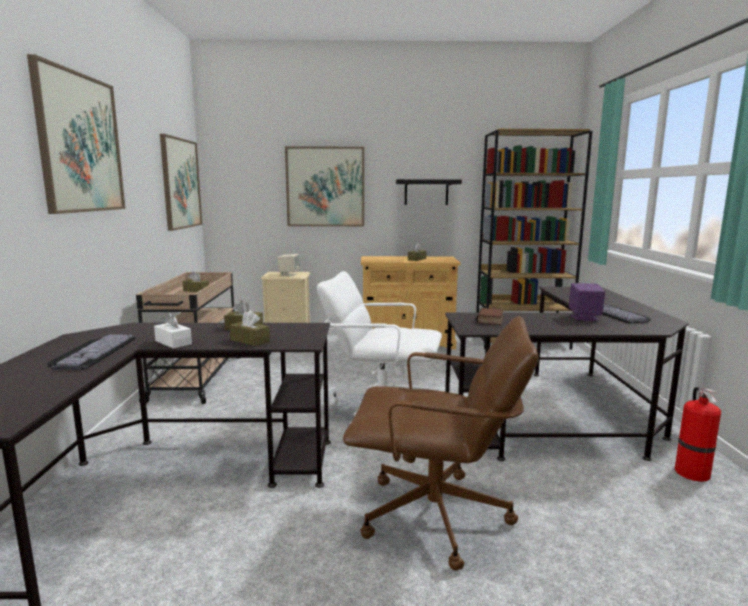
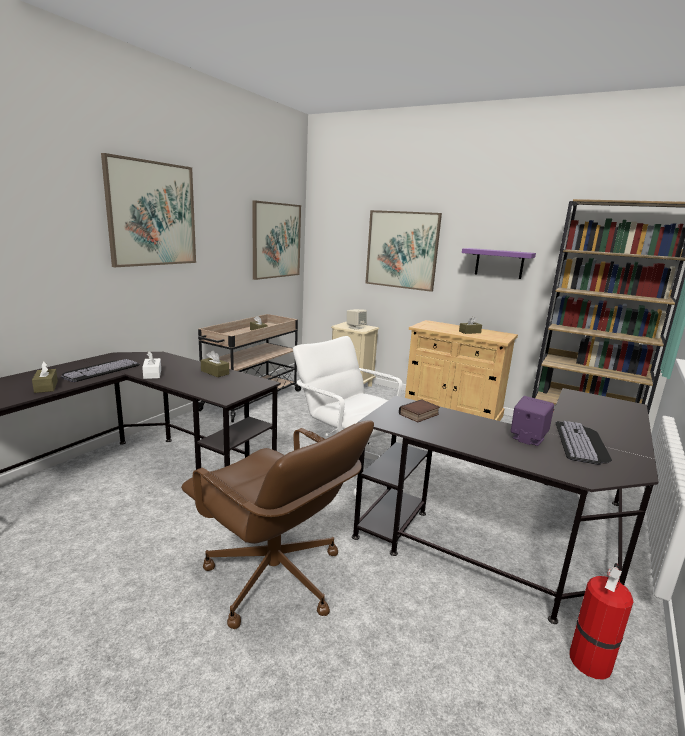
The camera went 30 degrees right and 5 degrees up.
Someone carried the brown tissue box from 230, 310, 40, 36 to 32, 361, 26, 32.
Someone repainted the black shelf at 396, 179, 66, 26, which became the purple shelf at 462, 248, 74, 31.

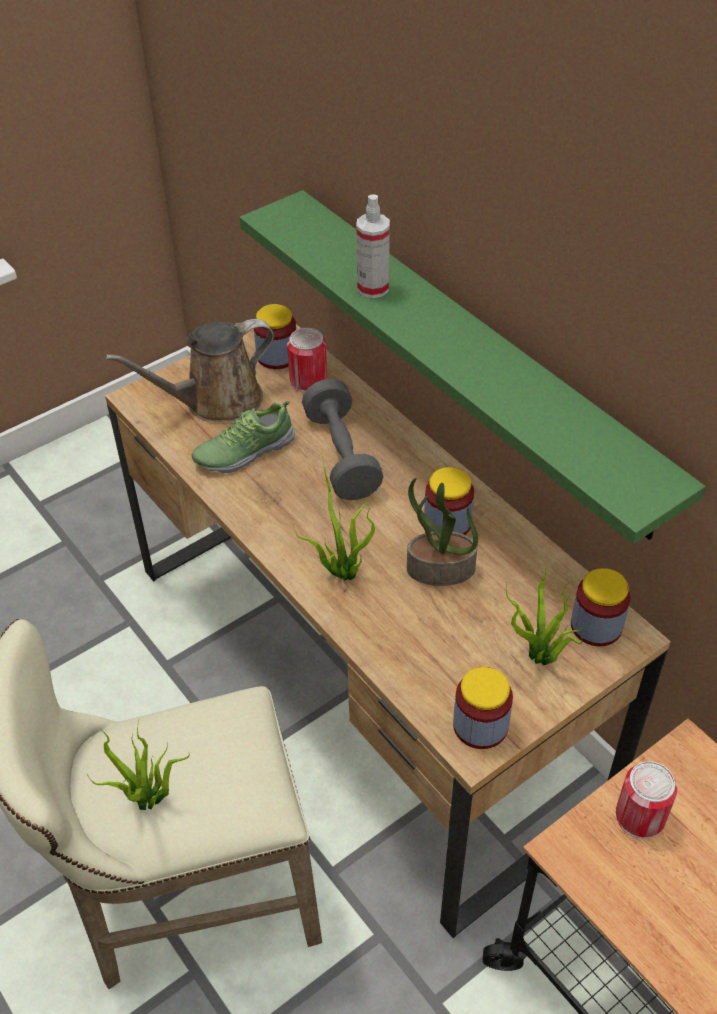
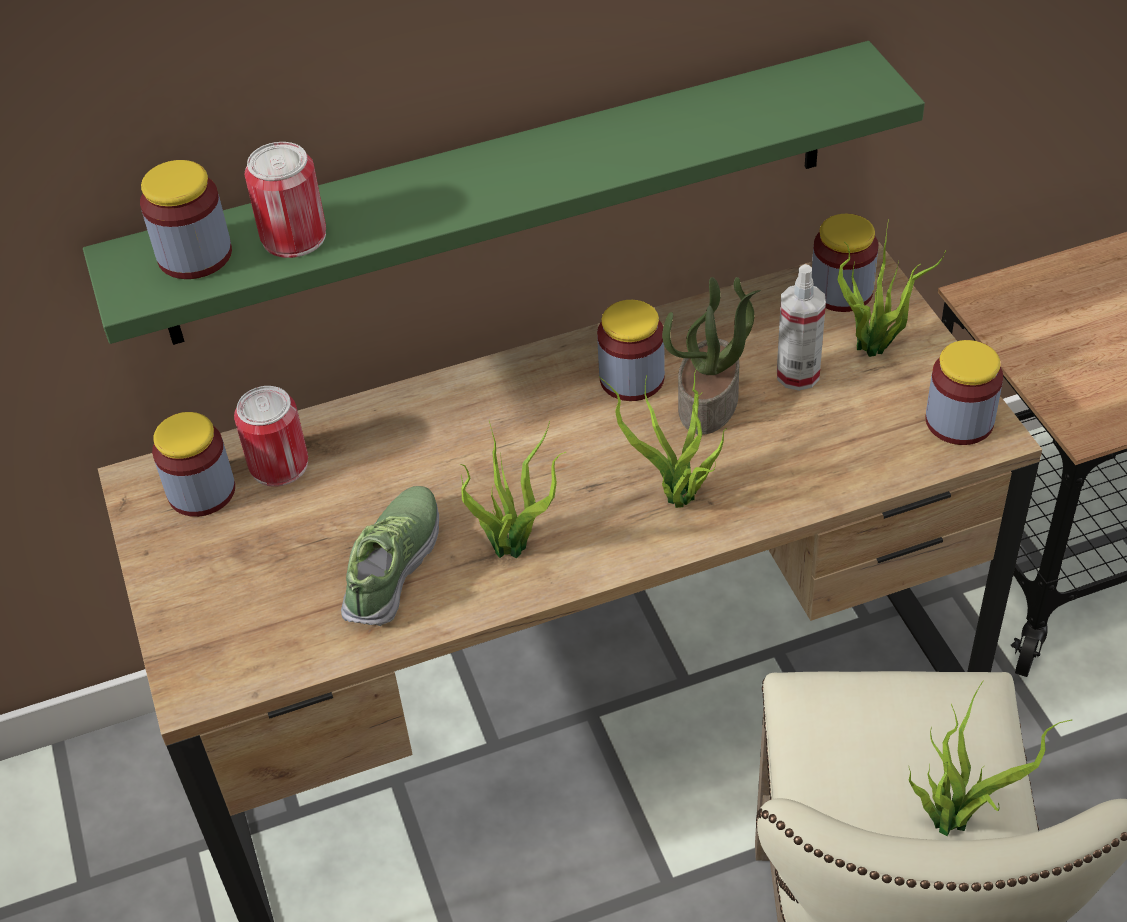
The camera went 70 degrees left and 0 degrees up.
Someone put down the jar at 140, 160, 92, 119.
Someone carried the can from 616, 761, 61, 78 to 245, 142, 81, 116.
Someone rotated the shoe at 192, 401, 103, 72 by 150 degrees counterclockwise.
Someone put down the potted plant at 460, 421, 106, 137.
Someone carried the spray bottle from 356, 194, 34, 104 to 777, 264, 49, 127.
Someone took away the brown watering can at 105, 319, 169, 103.
Someone took away the grey dumbbell at 302, 379, 82, 121.

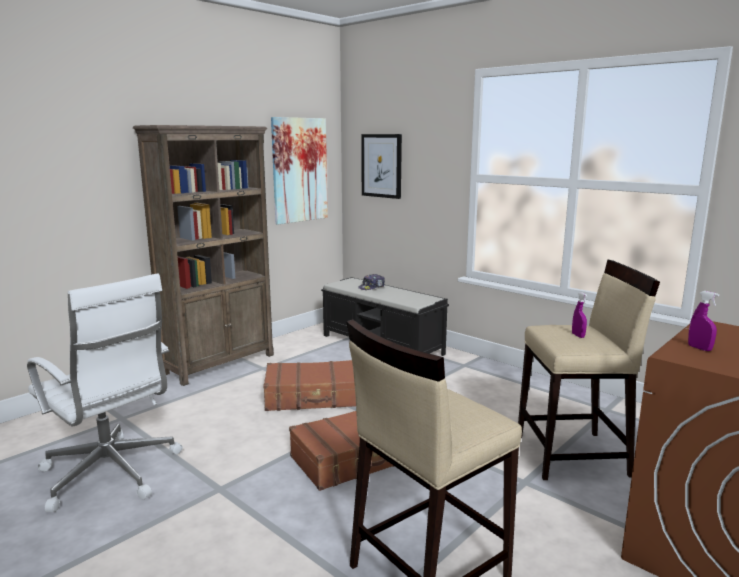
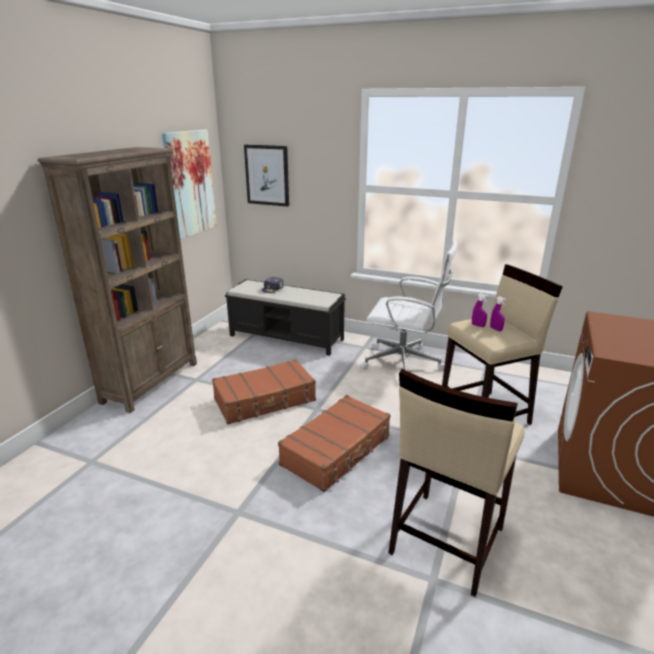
The camera went 20 degrees left and 10 degrees up.
Someone carried the white office chair from 27, 273, 156, 239 to 360, 239, 97, 132.
Someone carried the purple spray bottle from 688, 291, 31, 60 to 472, 293, 16, 34.

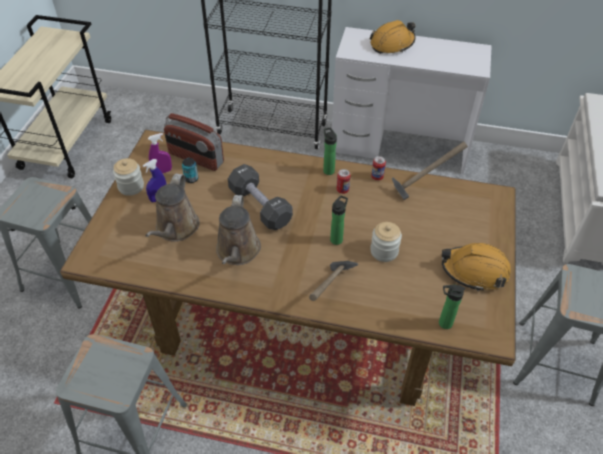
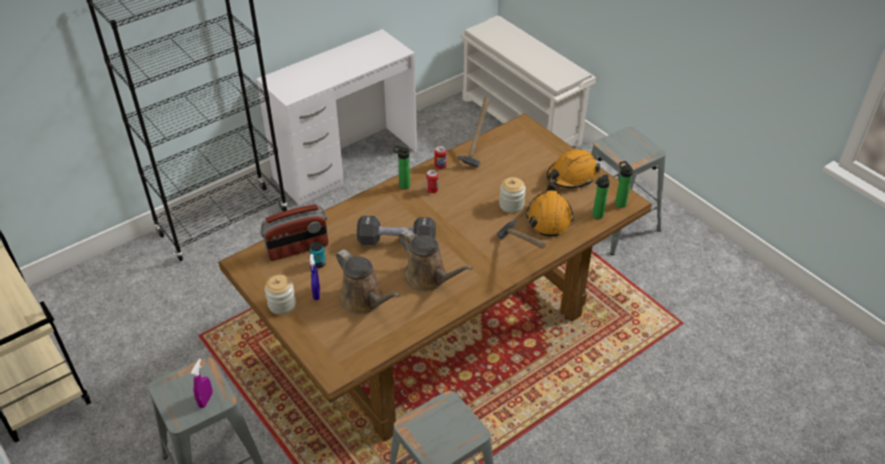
The camera went 50 degrees left and 5 degrees down.
Someone carried the purple spray bottle from 148, 133, 24, 40 to 191, 359, 22, 49.
Someone carried the orange hard hat from 370, 20, 46, 34 to 526, 183, 48, 53.
Someone carried the bottle from 330, 196, 18, 49 to 615, 161, 18, 47.

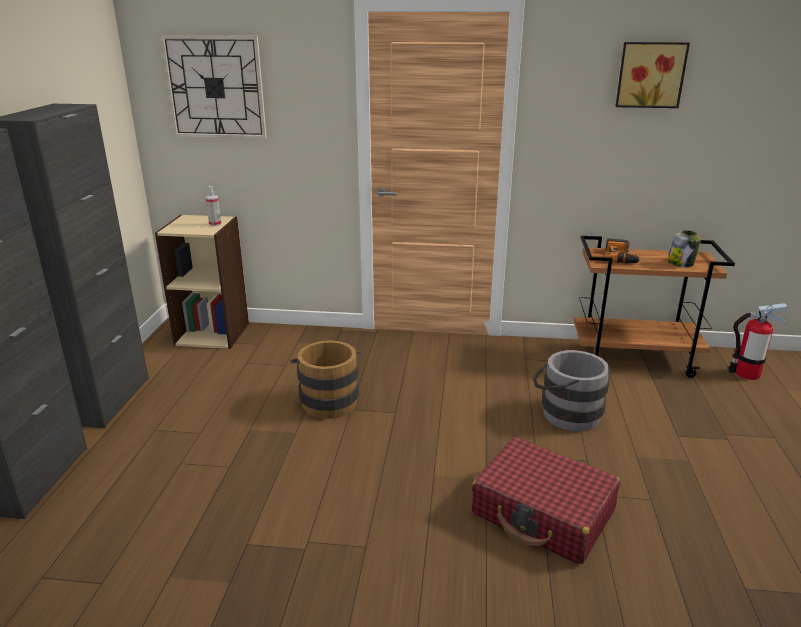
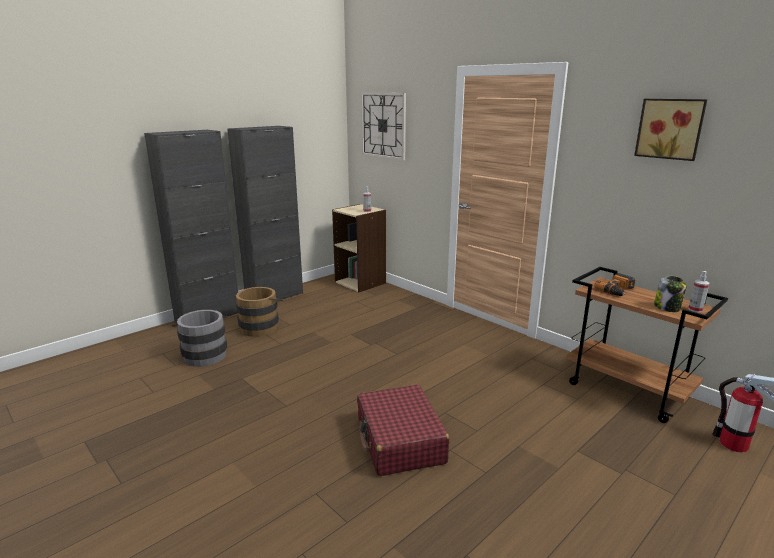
The camera went 40 degrees right and 5 degrees down.
Someone carried the grey bucket from 533, 350, 76, 81 to 172, 310, 55, 57.
Someone carried the brown bucket from 291, 340, 70, 79 to 236, 287, 48, 50.
Someone put down the spray bottle at 688, 271, 22, 42.

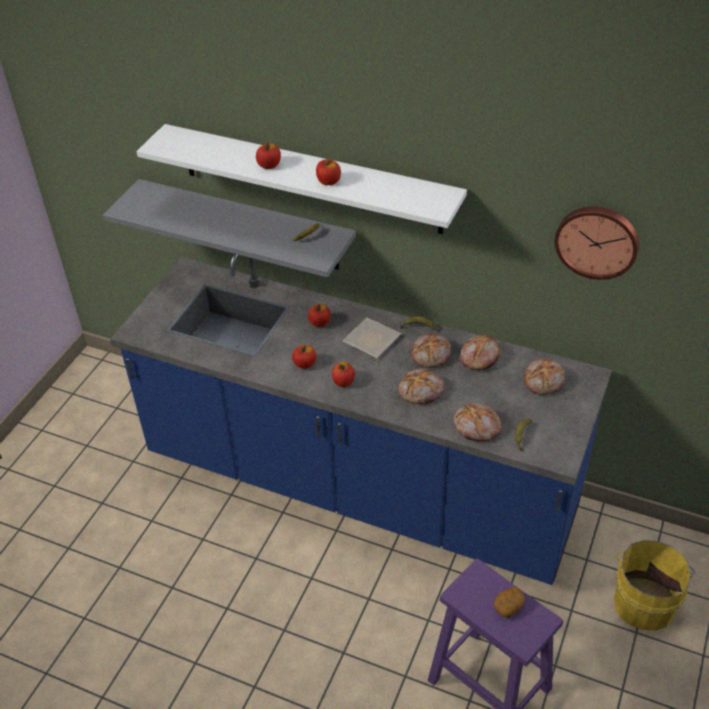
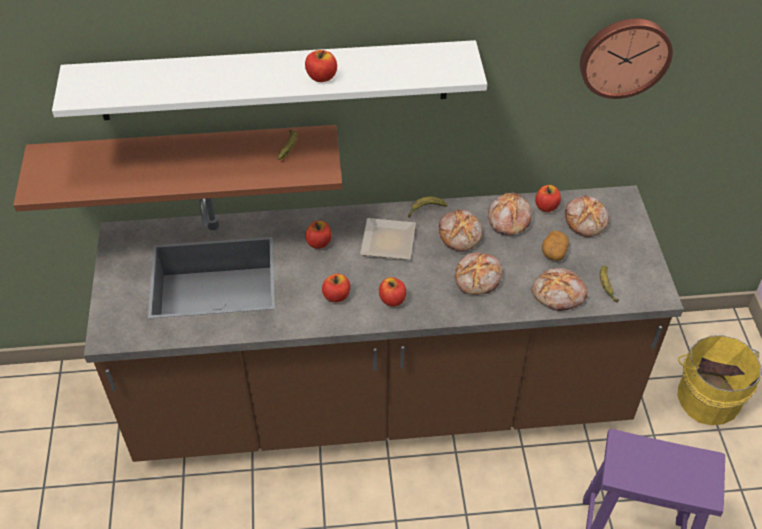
The camera went 30 degrees left and 5 degrees up.
Someone repainted the grey shelf at 103, 179, 253, 98, which became the brown shelf at 13, 125, 329, 86.
Someone repainted the blue counter at 110, 254, 502, 331, which became the brown counter at 84, 185, 600, 277.
Someone carried the apple from 256, 143, 25, 26 to 535, 185, 26, 27.
Someone carried the potato from 494, 587, 31, 31 to 542, 231, 27, 30.

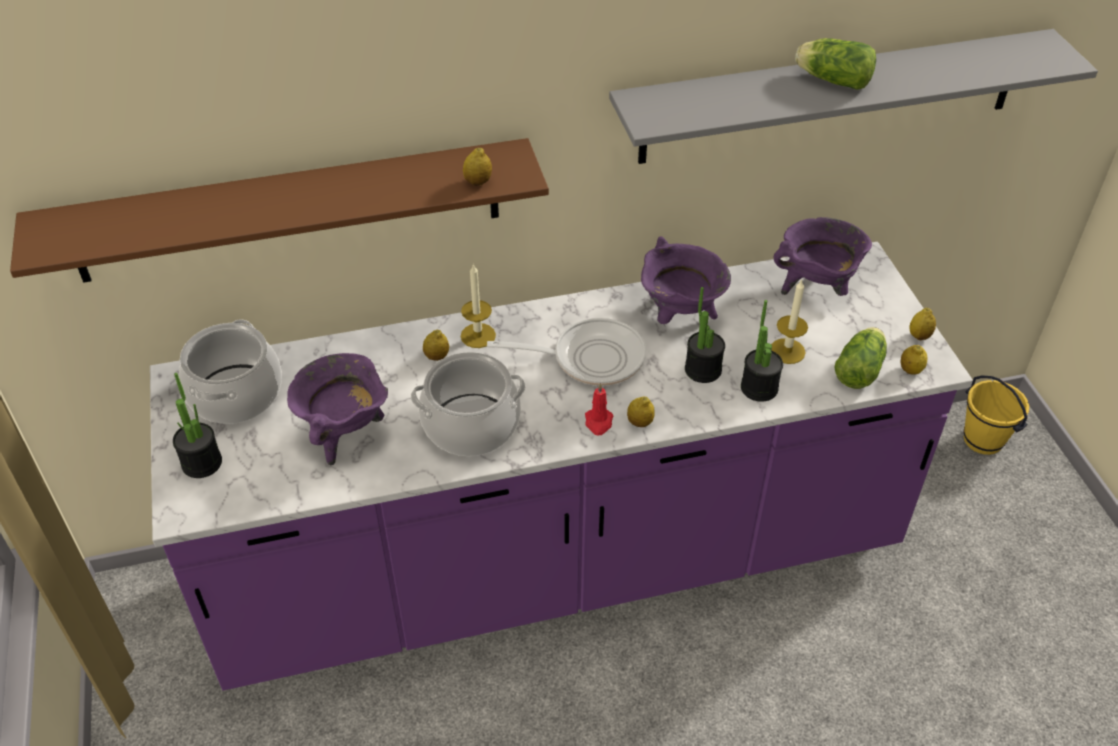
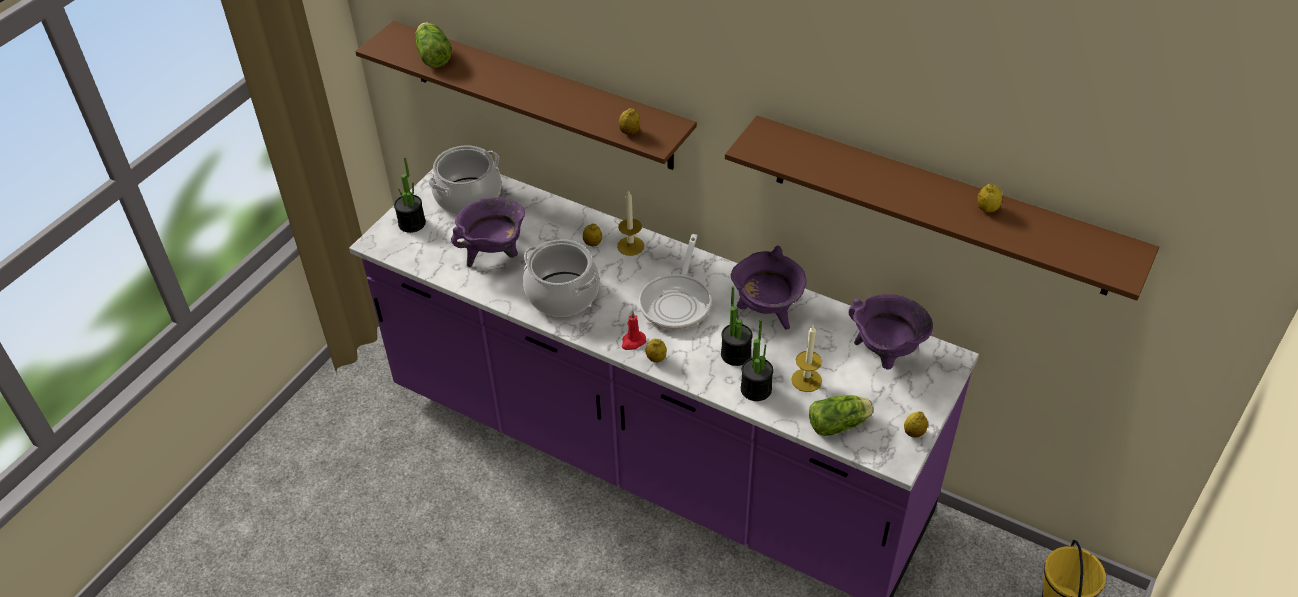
The camera went 45 degrees right and 0 degrees up.
Someone carried the lettuce from 795, 38, 81, 52 to 415, 23, 37, 44.
Someone rotated the frying pan at 487, 318, 159, 68 by 60 degrees clockwise.
Someone repainted the grey shelf at 609, 29, 489, 135, which became the brown shelf at 725, 116, 434, 185.
Someone carried the lemon from 901, 345, 26, 29 to 977, 184, 25, 28.

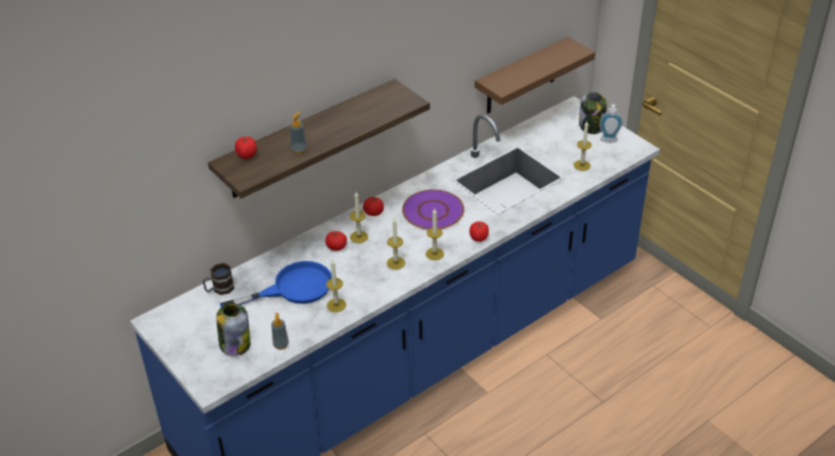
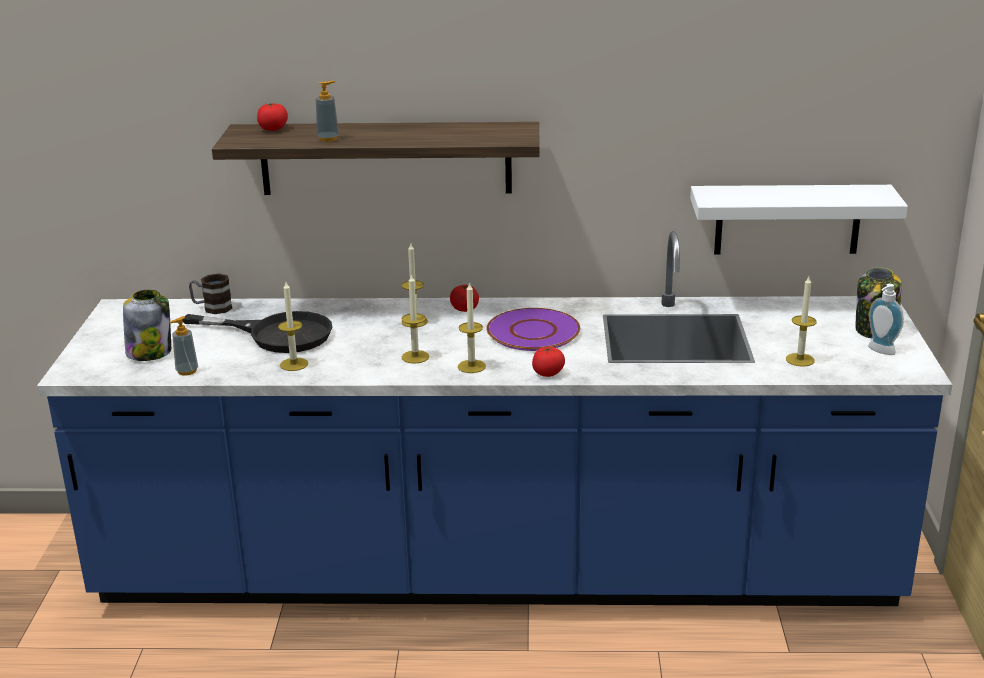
The camera went 40 degrees right and 15 degrees down.
Someone repainted the blue frying pan at 220, 261, 112, 46, which became the black frying pan at 182, 311, 150, 42.
Someone repainted the brown shelf at 475, 37, 120, 77, which became the white shelf at 690, 185, 218, 70.
Someone took away the tomato at 325, 231, 22, 20.

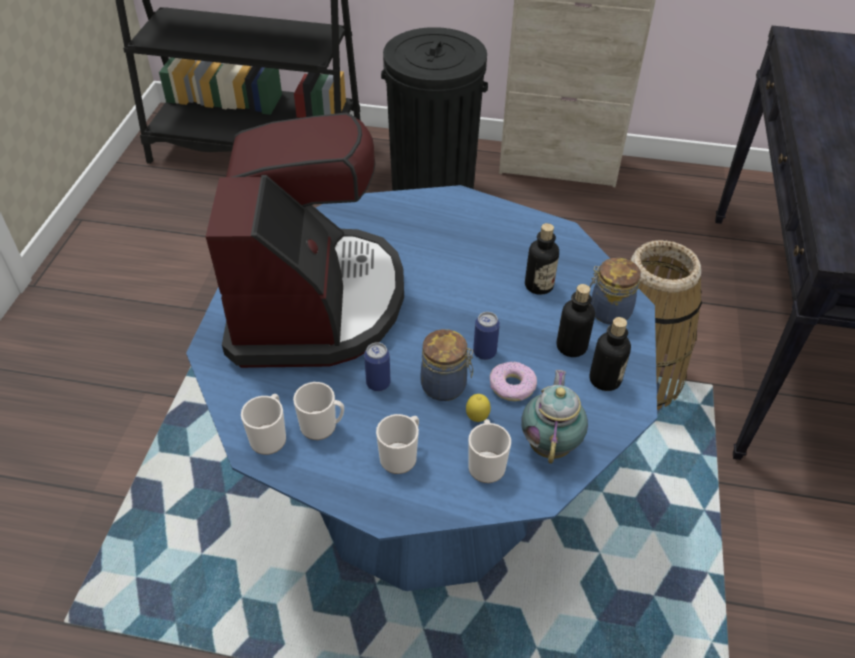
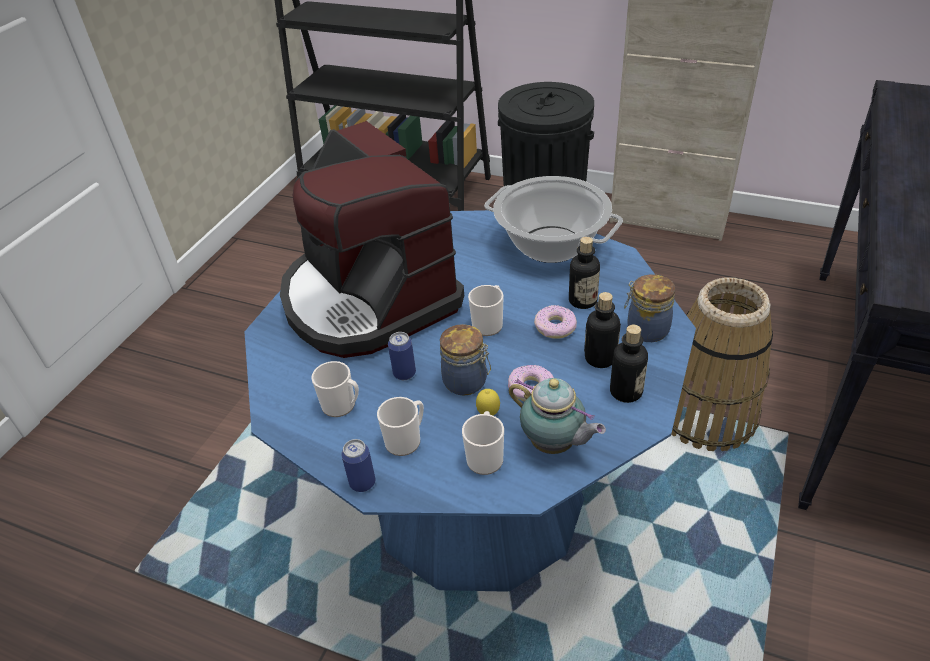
The camera went 15 degrees right and 5 degrees down.
Someone rotated the coffee machine at 206, 112, 198, 256 by 135 degrees clockwise.
Someone carried the can from 473, 312, 27, 48 to 341, 439, 34, 53.
Someone carried the mug from 241, 394, 45, 61 to 468, 285, 36, 51.
Someone put down the cooking pot at 484, 176, 139, 87.
Someone rotated the teapot at 521, 370, 67, 94 by 105 degrees clockwise.
Someone put down the donut at 534, 305, 43, 34.

